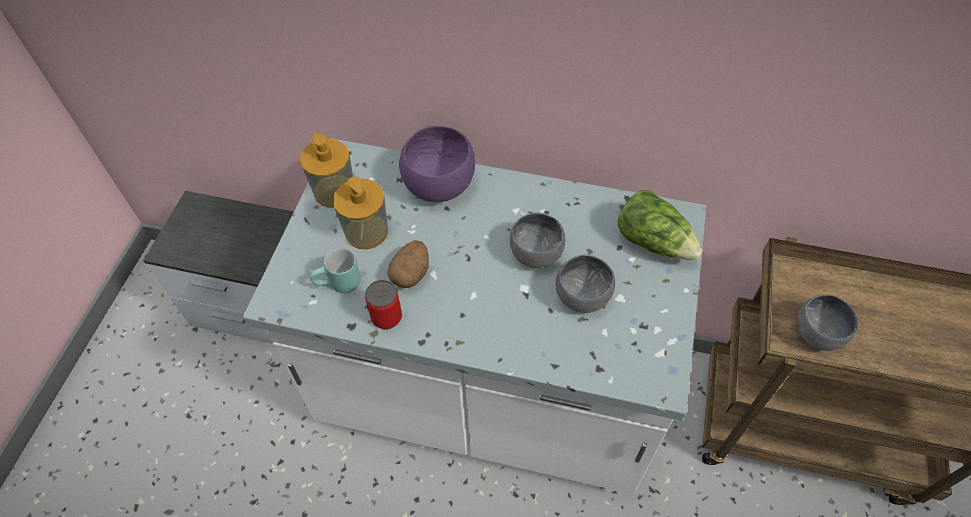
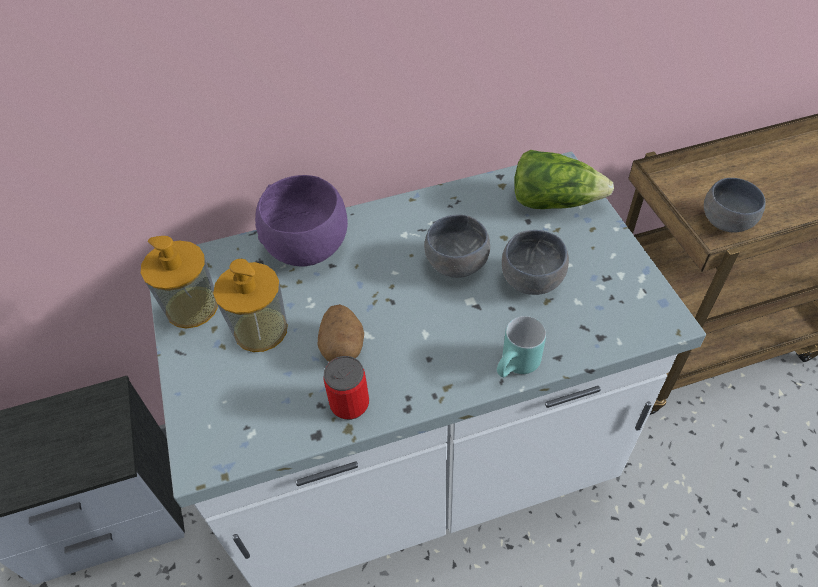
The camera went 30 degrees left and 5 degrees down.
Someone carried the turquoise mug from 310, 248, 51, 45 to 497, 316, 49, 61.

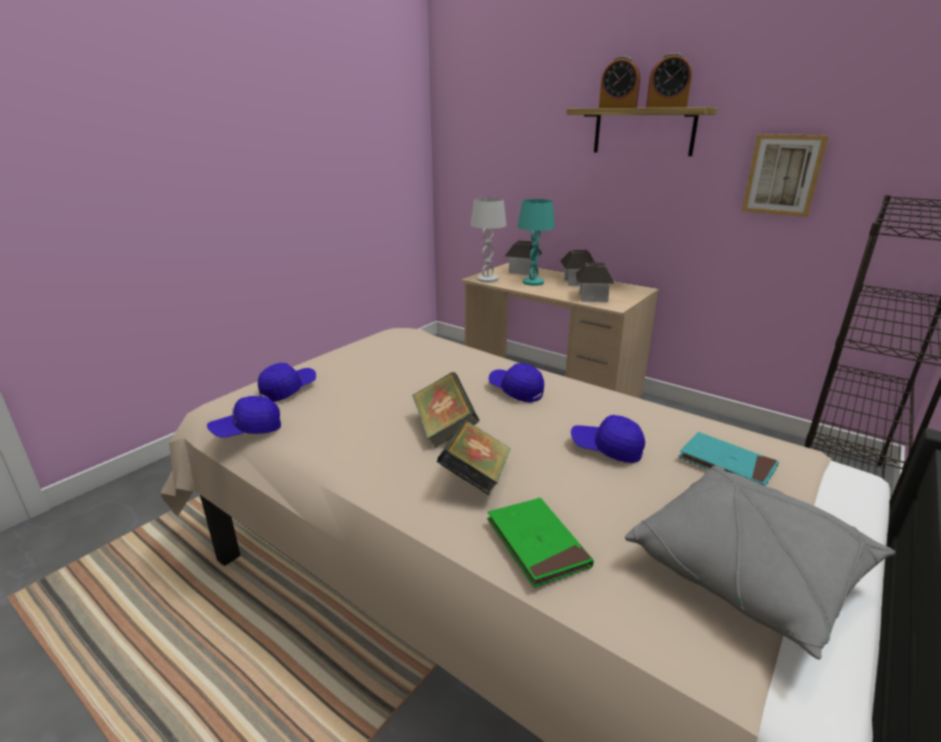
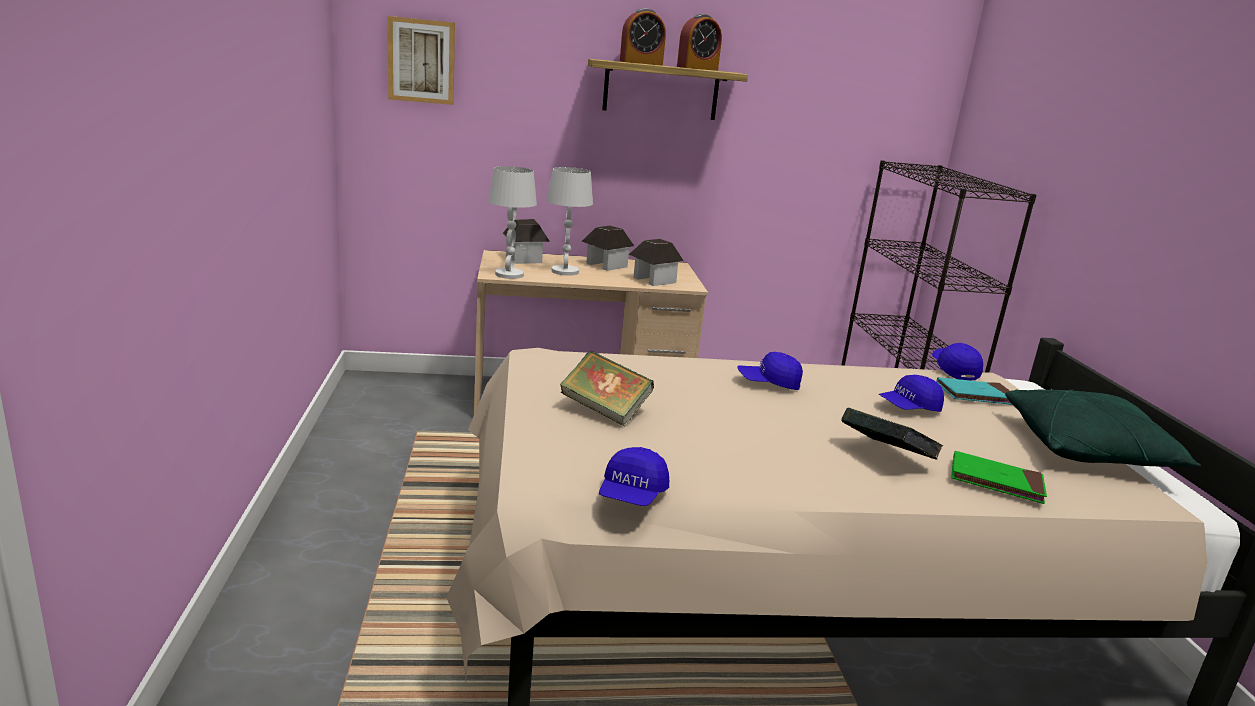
The camera went 45 degrees left and 5 degrees down.
Someone carried the picture from 742, 134, 87, 83 to 388, 16, 67, 89.
Someone repainted the turquoise table lamp at 518, 199, 37, 87, which became the white table lamp at 546, 167, 47, 109.
Someone carried the book from 412, 372, 68, 76 to 560, 351, 94, 76.
Someone carried the blue cap from 258, 363, 58, 39 to 932, 343, 51, 38.
Someone repainted the grey pillow at 625, 465, 271, 195, which became the green pillow at 1005, 390, 196, 77.

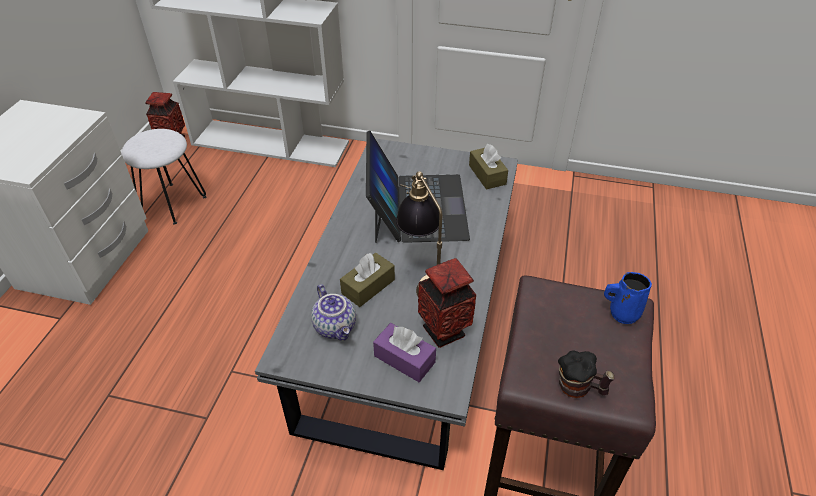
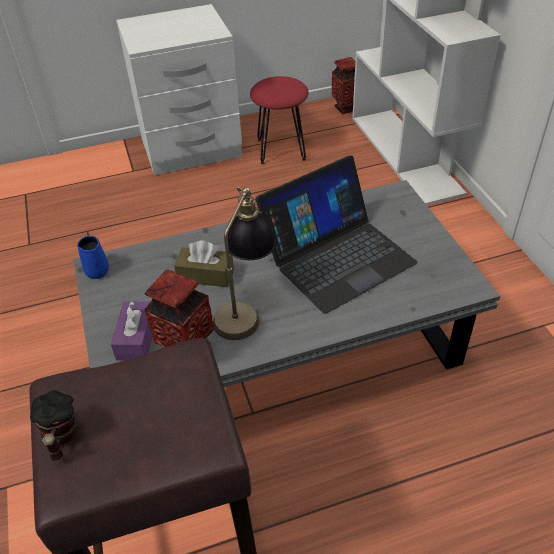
The camera went 60 degrees right and 0 degrees up.
Someone carried the blue mug from 604, 272, 48, 52 to 77, 236, 32, 43.
Someone repainted the white stool at 121, 129, 86, 96, which became the red stool at 250, 76, 59, 88.
Someone took away the teapot at 311, 284, 45, 57.
Someone took away the brown tissue box at 469, 144, 39, 46.

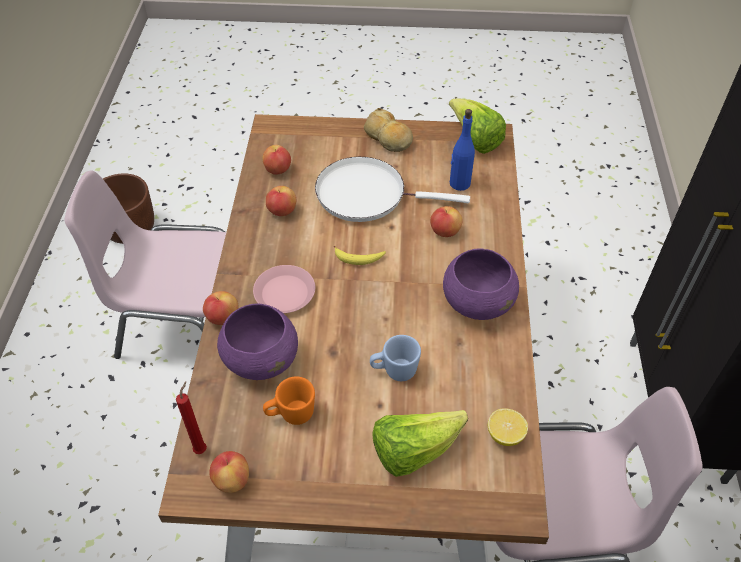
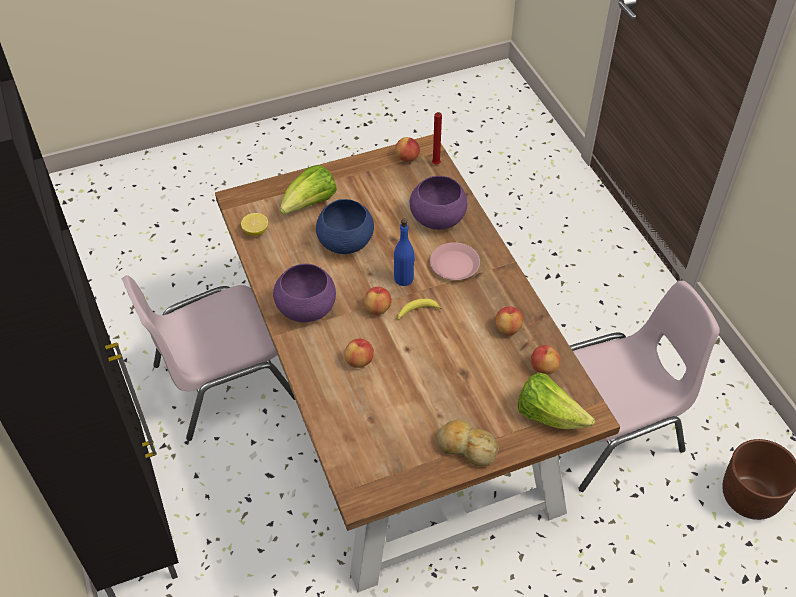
The camera went 155 degrees right and 0 degrees up.
Someone swapped the blue mug at 370, 335, 51, 46 for the blue bowl at 316, 199, 58, 55.
Someone carried the apple from 203, 291, 36, 34 to 364, 287, 28, 28.
Someone carried the blue bottle from 450, 109, 25, 82 to 394, 219, 21, 67.
Someone carried the lettuce from 449, 98, 57, 56 to 518, 372, 77, 57.
Someone took away the orange mug at 263, 376, 52, 49.
Someone took away the white frying pan at 315, 157, 155, 65.

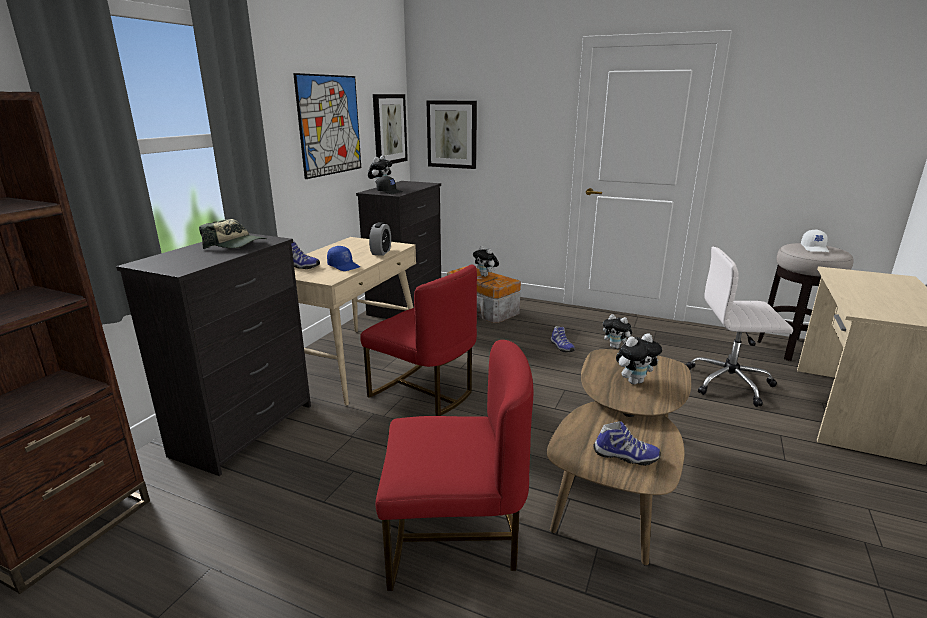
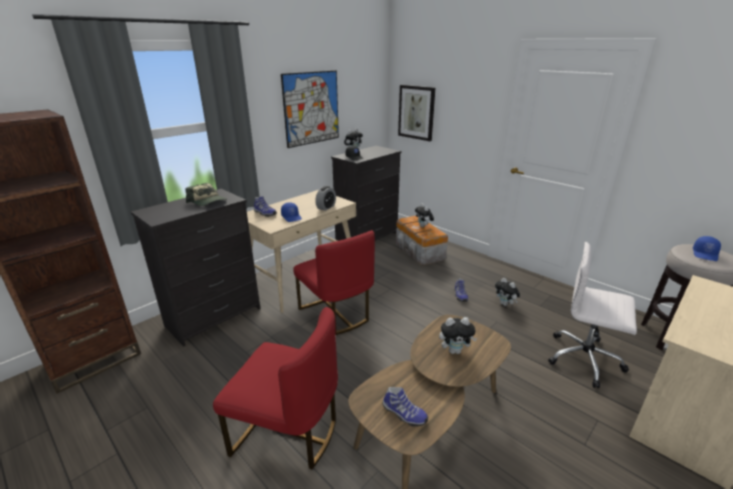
The camera went 20 degrees right and 5 degrees up.
Someone repainted the white cap at 801, 230, 28, 22, which became the blue cap at 693, 236, 28, 25.
Someone took away the picture at 373, 94, 35, 70.

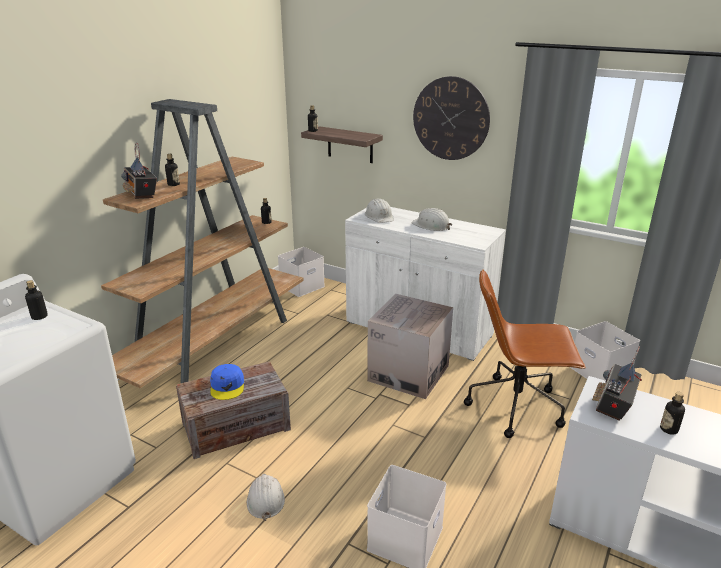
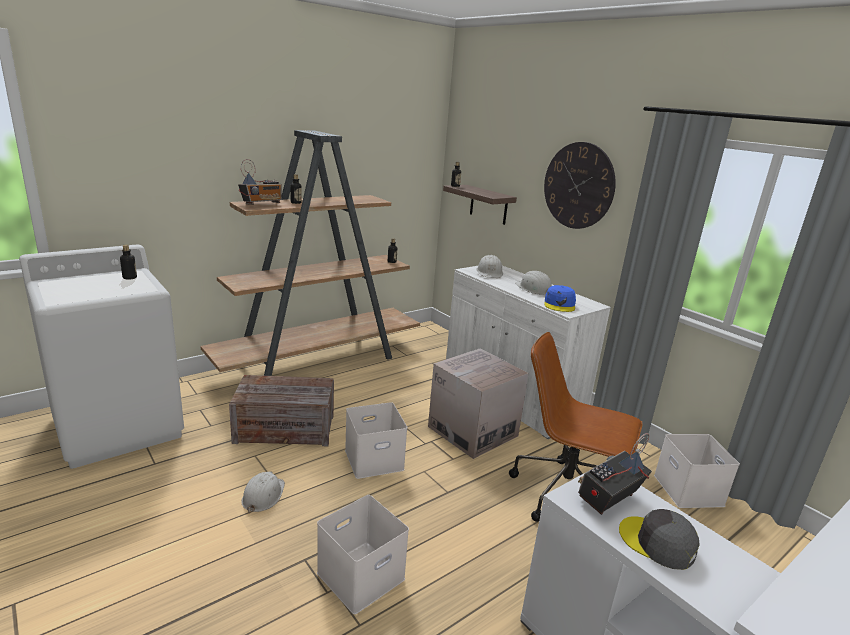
The camera went 20 degrees right and 5 degrees down.
Someone rotated the radio at 121, 142, 36, 57 by 120 degrees counterclockwise.
Someone carried the white storage box from 278, 247, 47, 50 to 345, 402, 62, 77.
Someone carried the blue cap from 210, 364, 34, 36 to 544, 285, 32, 27.
Someone swapped the bottle at 660, 392, 25, 43 for the grey cap at 619, 509, 80, 61.

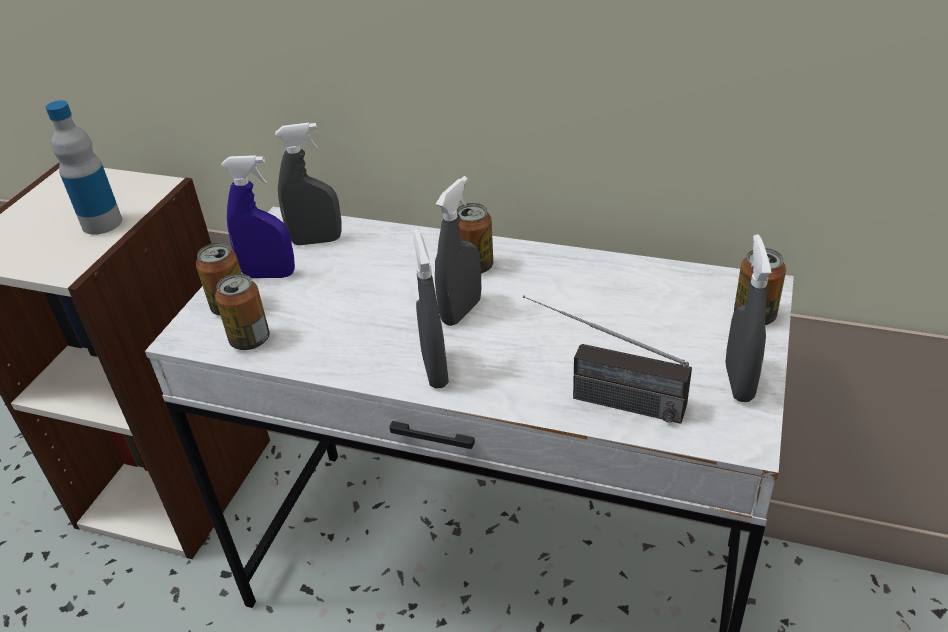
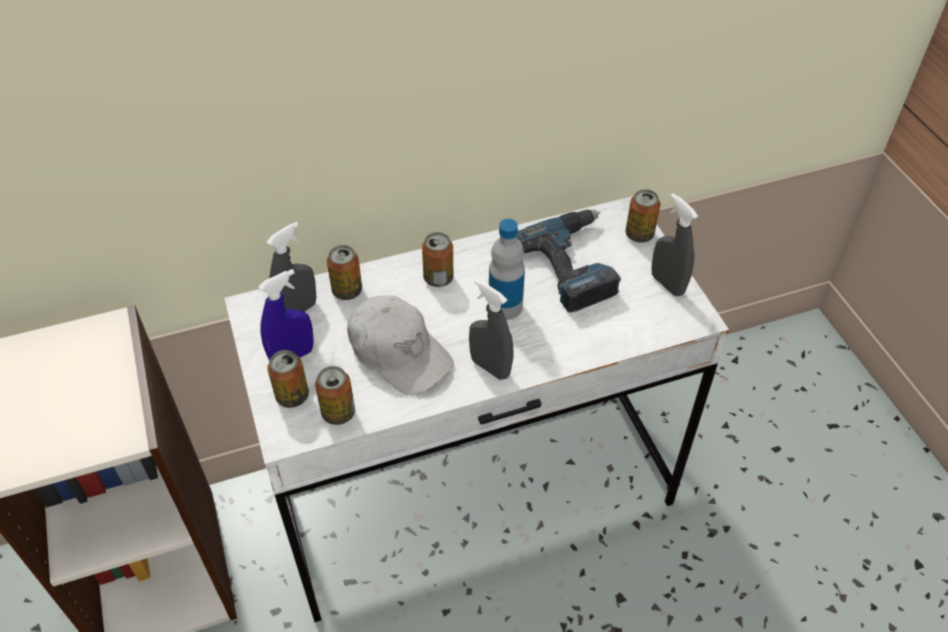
The camera went 40 degrees left and 10 degrees up.
Someone put down the can at 327, 245, 35, 55.
Someone put down the white cap at 347, 295, 107, 100.
Someone carried the bottle from 45, 100, 77, 135 to 488, 219, 37, 101.
Someone put down the power drill at 516, 209, 105, 104.
Someone took away the grey spray bottle at 435, 176, 46, 150.
Someone took away the radio at 523, 295, 169, 129.

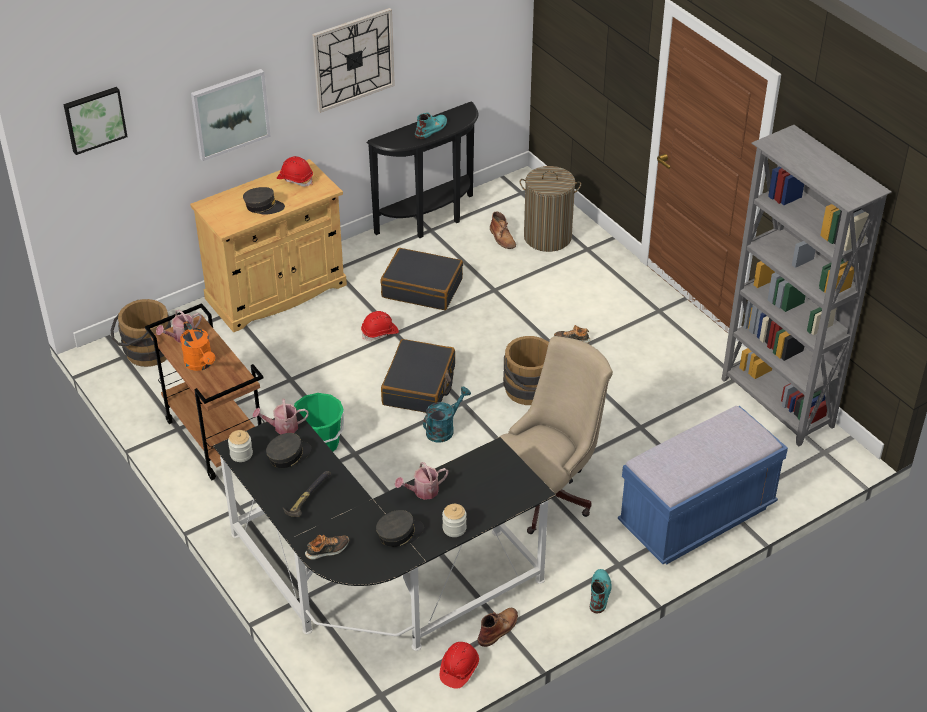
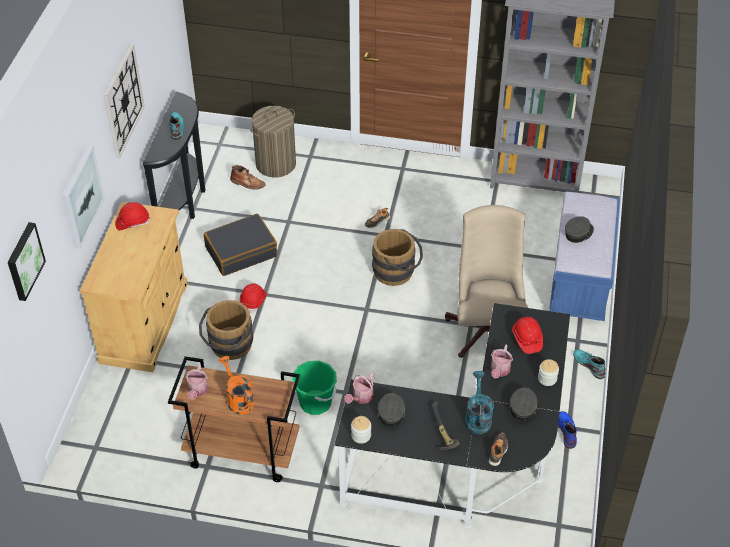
The camera went 45 degrees left and 5 degrees up.
Someone carried the brown bucket from 111, 299, 60, 68 to 199, 300, 54, 60.
Someone rotated the orange watering can at 180, 321, 35, 50 by 135 degrees counterclockwise.
Someone carried the turquoise watering can from 423, 386, 48, 56 to 465, 371, 29, 63.
Someone carried the red hard hat from 440, 642, 39, 47 to 512, 317, 31, 37.
Someone repainted the brown boot at 478, 608, 40, 39, which became the blue boot at 558, 411, 19, 38.
Someone carried the grey cap from 243, 187, 42, 28 to 565, 216, 29, 27.
Someone took away the black suitcase at 381, 339, 74, 74.

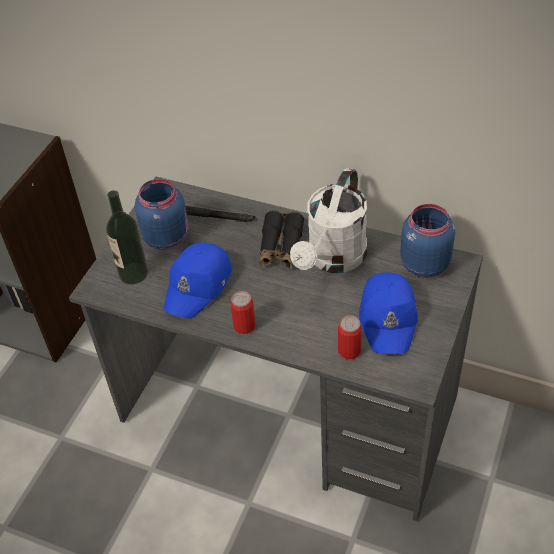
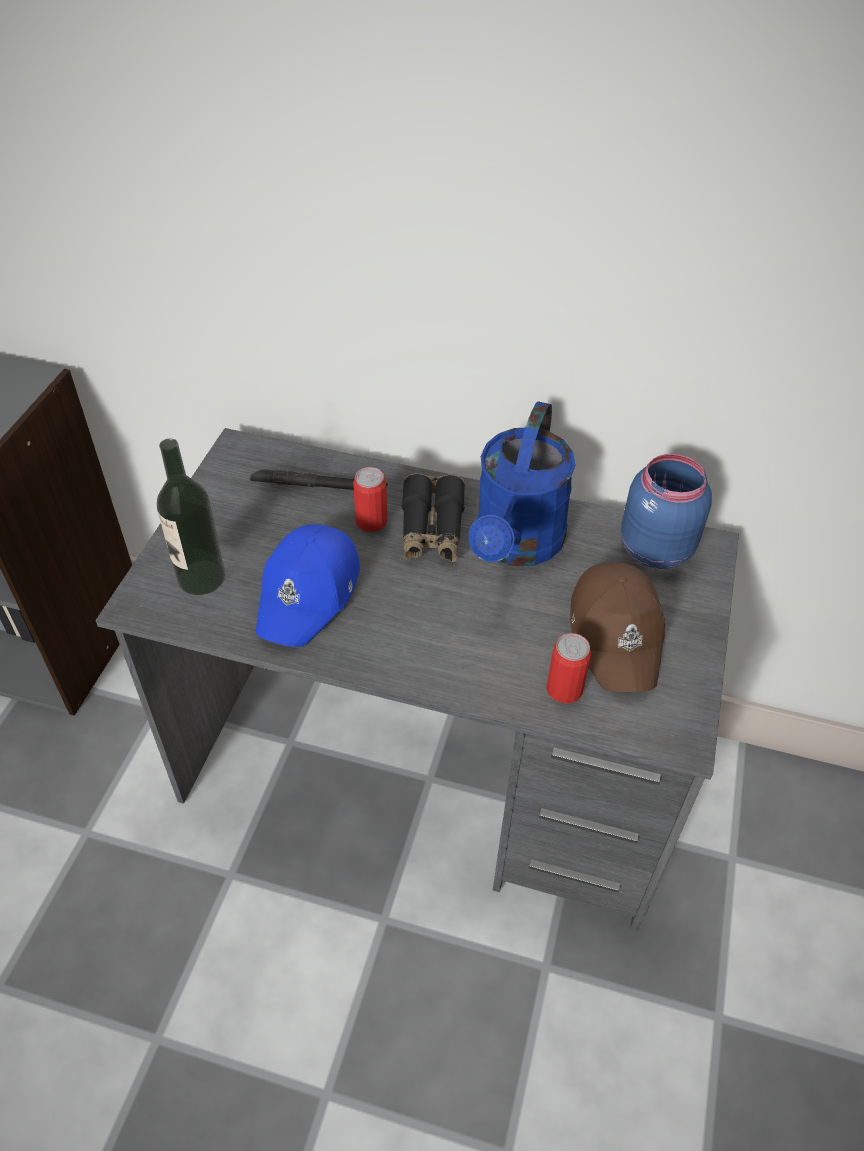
The camera went 10 degrees left and 0 degrees up.
Someone carried the can from 230, 291, 26, 43 to 353, 467, 34, 65.
Someone repainted the white watering can at 290, 168, 77, 105, which became the blue watering can at 468, 401, 107, 165.
Someone repainted the blue cap at 359, 272, 59, 82, which became the brown cap at 570, 562, 95, 130.
Someone took away the blue jar at 135, 179, 54, 71.

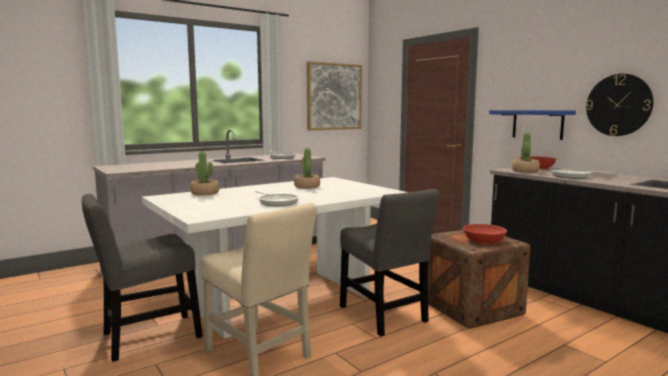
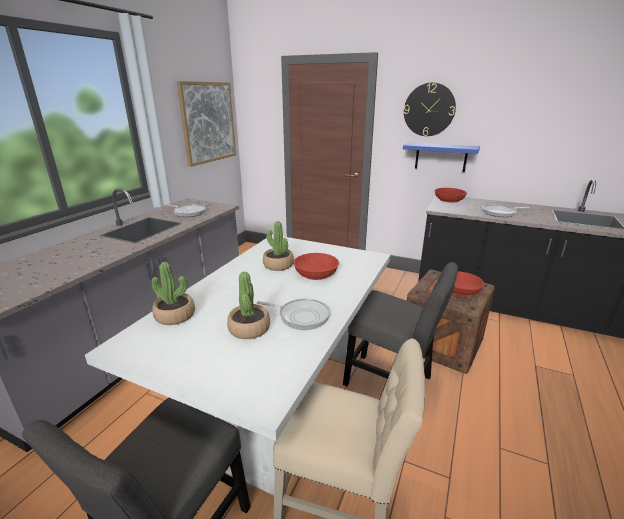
The camera went 30 degrees left and 15 degrees up.
Someone carried the potted plant from 512, 132, 28, 41 to 227, 271, 43, 68.
Someone put down the red bowl at 293, 253, 46, 27.
Someone carried the wall clock from 586, 74, 67, 62 to 404, 83, 52, 53.

